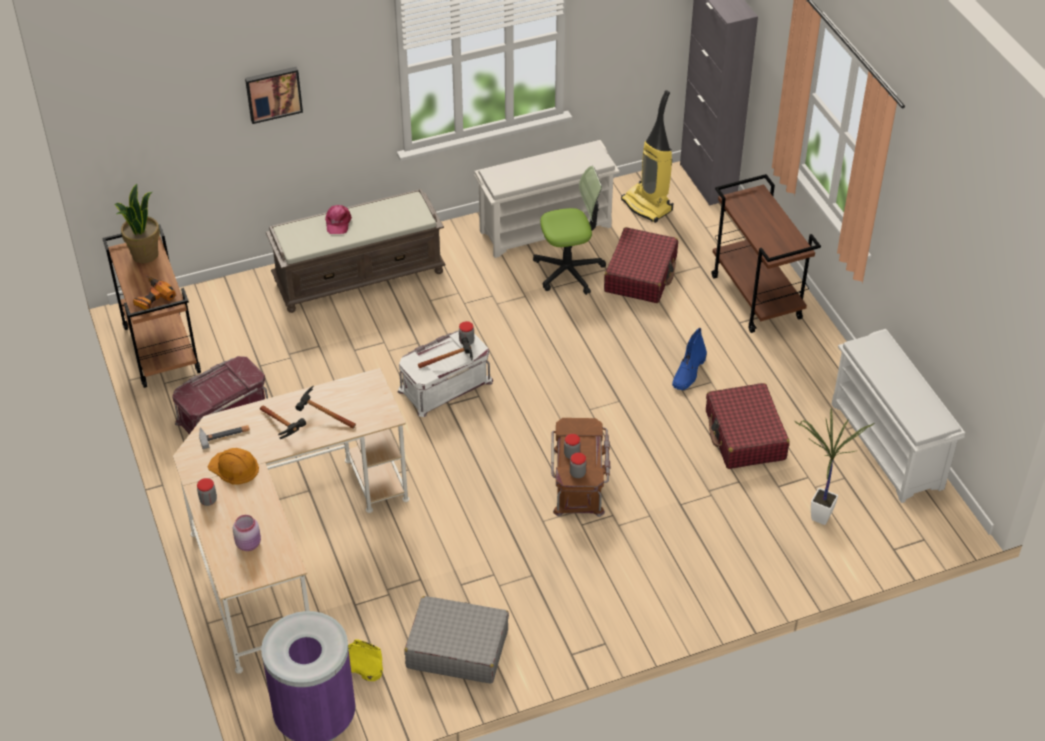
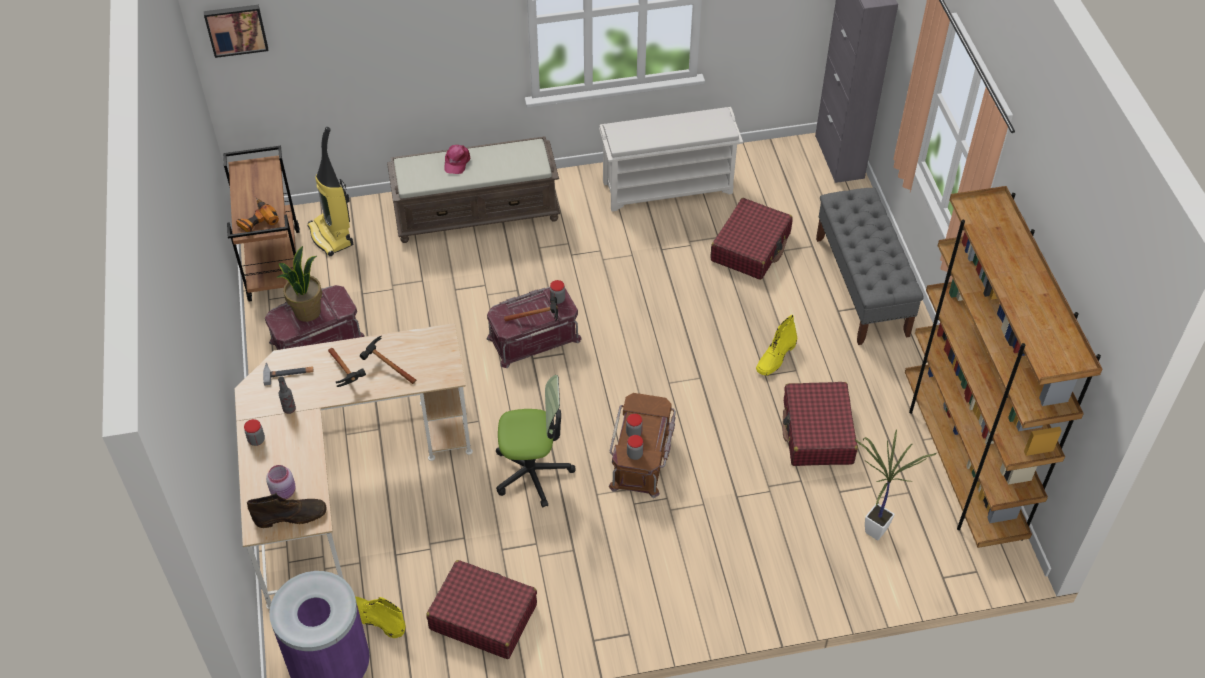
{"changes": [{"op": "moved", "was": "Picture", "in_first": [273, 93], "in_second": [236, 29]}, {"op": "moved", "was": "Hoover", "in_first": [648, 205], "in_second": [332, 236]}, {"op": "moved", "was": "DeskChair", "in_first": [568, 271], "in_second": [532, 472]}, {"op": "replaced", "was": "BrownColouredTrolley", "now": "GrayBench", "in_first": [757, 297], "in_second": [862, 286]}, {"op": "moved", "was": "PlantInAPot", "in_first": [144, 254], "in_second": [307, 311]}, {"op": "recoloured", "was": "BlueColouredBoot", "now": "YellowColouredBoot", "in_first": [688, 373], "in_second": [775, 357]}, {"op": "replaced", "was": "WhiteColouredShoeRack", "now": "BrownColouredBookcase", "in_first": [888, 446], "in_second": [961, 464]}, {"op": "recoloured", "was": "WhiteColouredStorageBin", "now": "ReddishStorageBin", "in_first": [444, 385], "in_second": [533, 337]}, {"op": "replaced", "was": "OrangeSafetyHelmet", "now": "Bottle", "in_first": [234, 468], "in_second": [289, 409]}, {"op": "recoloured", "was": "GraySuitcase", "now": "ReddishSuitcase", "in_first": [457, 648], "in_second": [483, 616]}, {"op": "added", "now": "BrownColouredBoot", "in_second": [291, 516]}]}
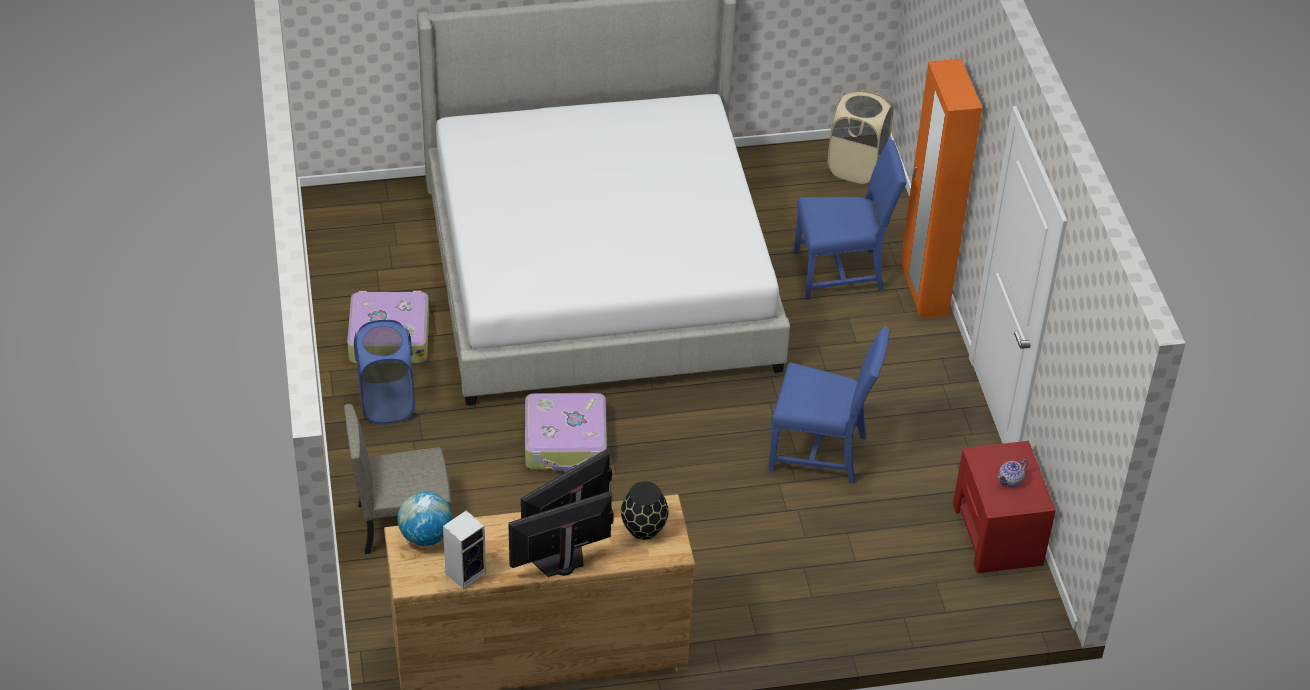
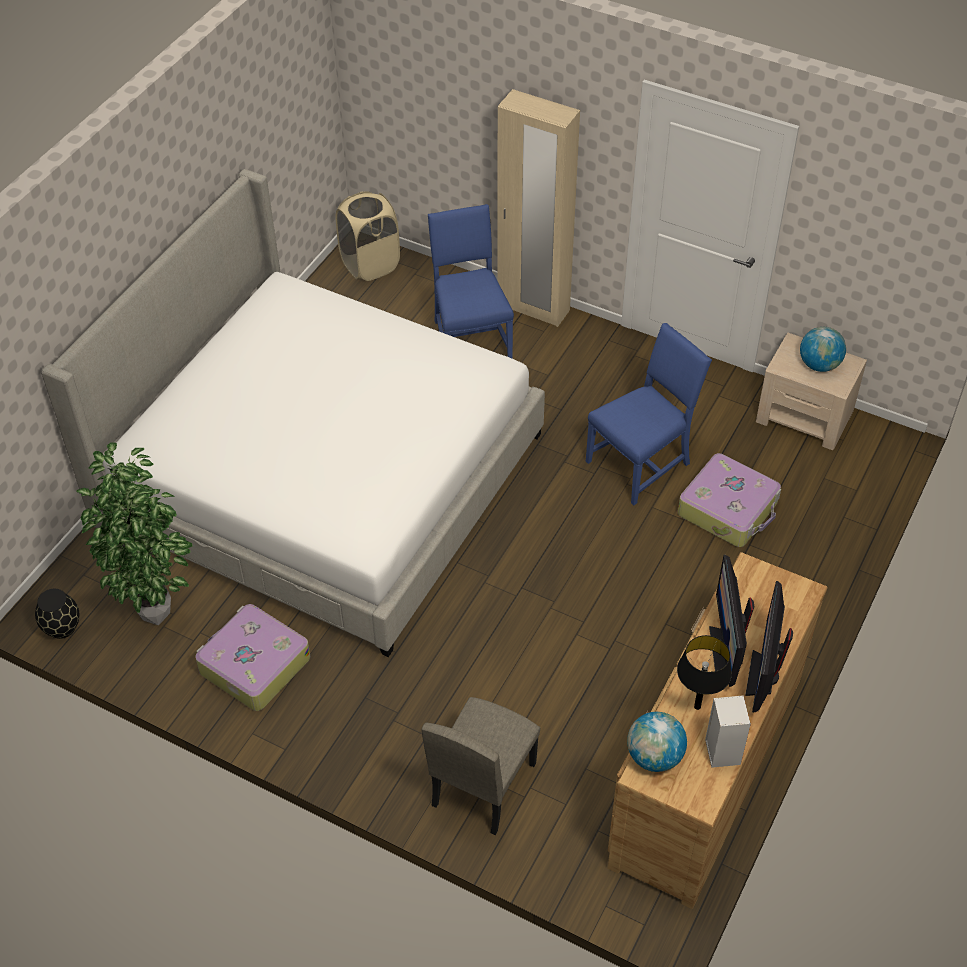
{"changes": [{"op": "recoloured", "was": "OrangeClothesCupboard", "now": "BeigeClothesCupboard", "in_first": [923, 291], "in_second": [533, 308]}, {"op": "turned", "was": "BlueColouredPlainChair", "in_first": [842, 272], "in_second": [469, 339], "clockwise": -45}, {"op": "removed", "was": "BlueColouredLaundryBasket", "in_first": [387, 403]}, {"op": "moved", "was": "Suitcase", "in_first": [566, 442], "in_second": [728, 509]}, {"op": "recoloured", "was": "ReddishNightTable", "now": "BeigeNightTable", "in_first": [997, 534], "in_second": [805, 416]}, {"op": "replaced", "was": "Teapot", "now": "WorldGlobe", "in_first": [1010, 480], "in_second": [819, 365]}, {"op": "moved", "was": "BlackishFlowerVase", "in_first": [644, 528], "in_second": [63, 627]}, {"op": "added", "now": "PlantInAPot", "in_second": [158, 610]}, {"op": "added", "now": "BlackishLampForATable", "in_second": [697, 707]}]}
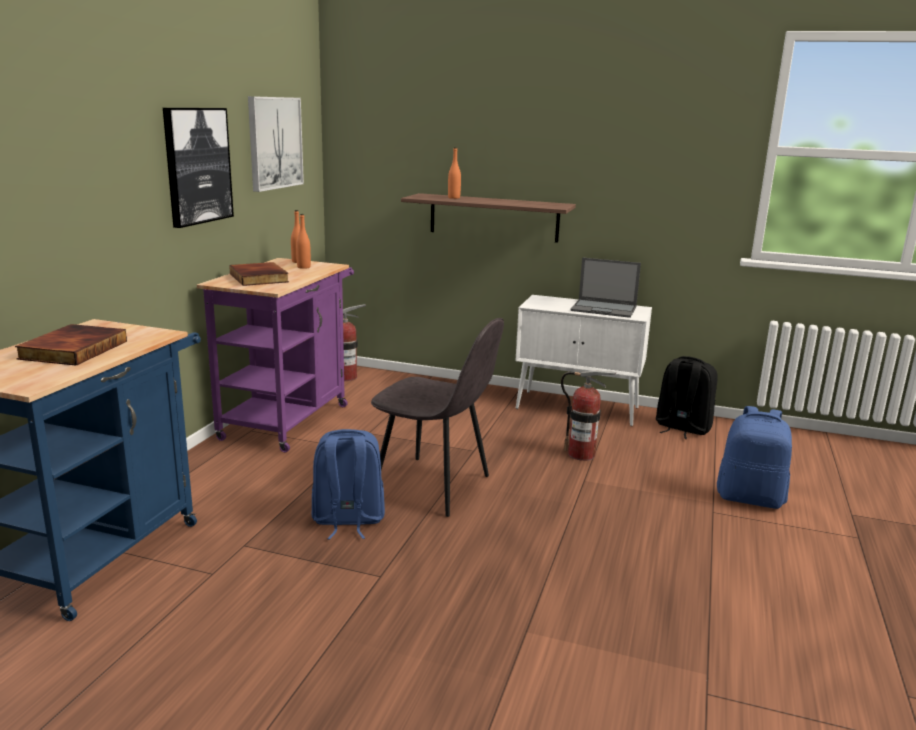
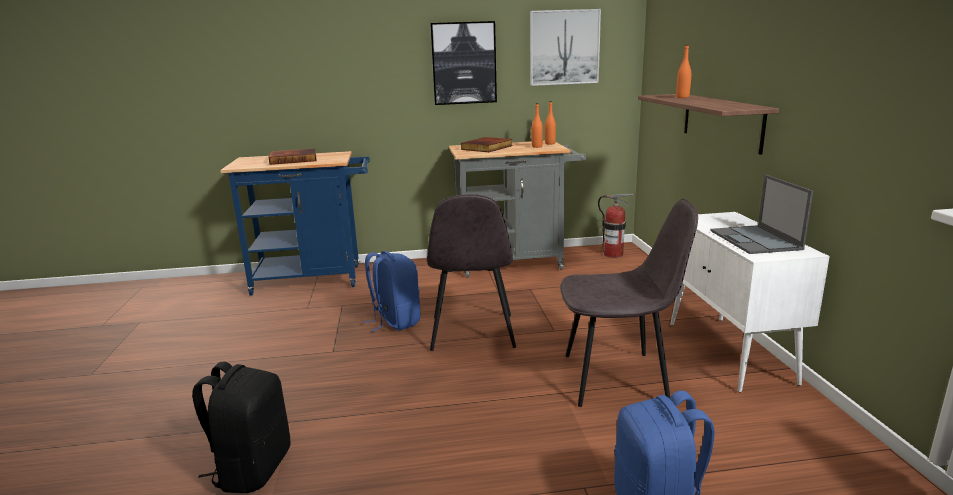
{"changes": [{"op": "recoloured", "was": "PurpleTrolley", "now": "GrayTrolley", "in_first": [289, 418], "in_second": [516, 262]}, {"op": "moved", "was": "BlackishKnapsack", "in_first": [682, 428], "in_second": [252, 469]}, {"op": "replaced", "was": "Extinguisher", "now": "GrayPlainChair", "in_first": [581, 454], "in_second": [618, 379]}]}
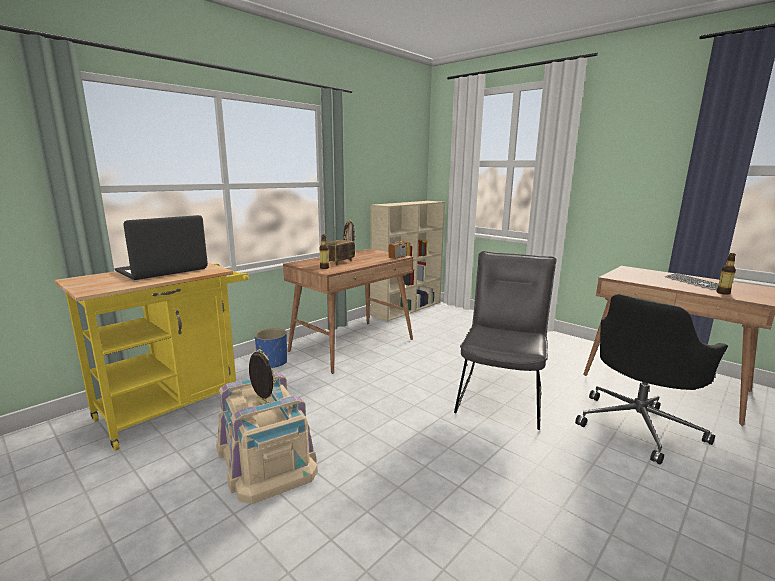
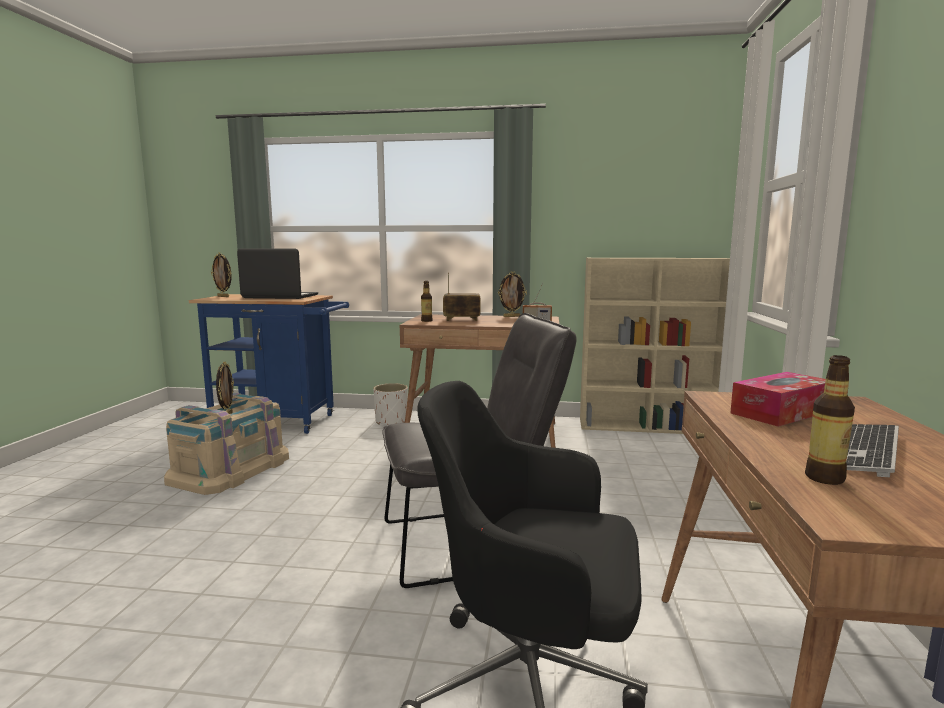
{"changes": [{"op": "recoloured", "was": "YellowColouredTrolley", "now": "BlueColouredTrolley", "in_first": [177, 406], "in_second": [281, 422]}, {"op": "recoloured", "was": "BlueColouredPlanter", "now": "WhiteColouredPlanter", "in_first": [272, 363], "in_second": [391, 421]}, {"op": "added", "now": "PictureFrame", "in_second": [223, 296]}, {"op": "added", "now": "TissueBox", "in_second": [781, 412]}]}
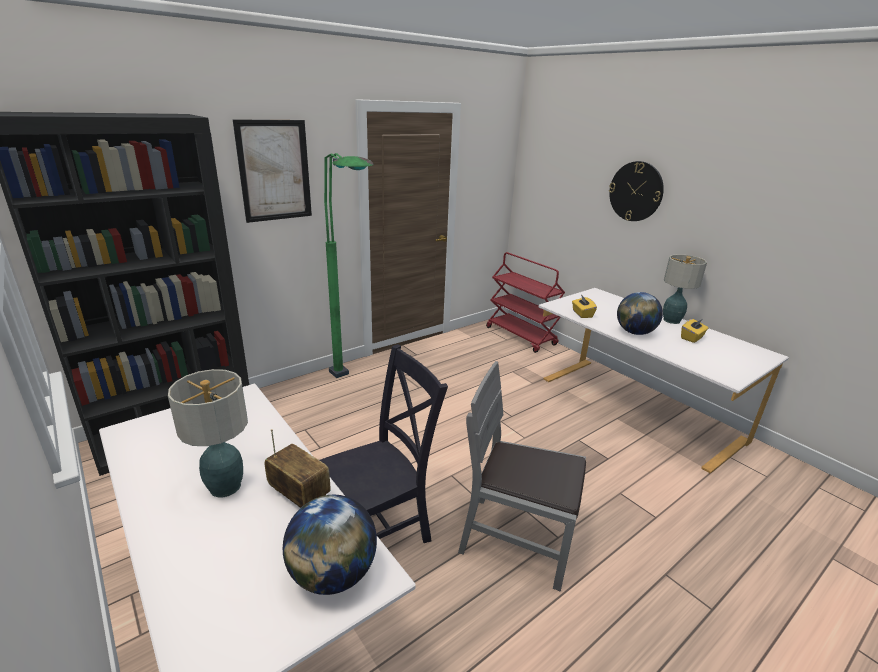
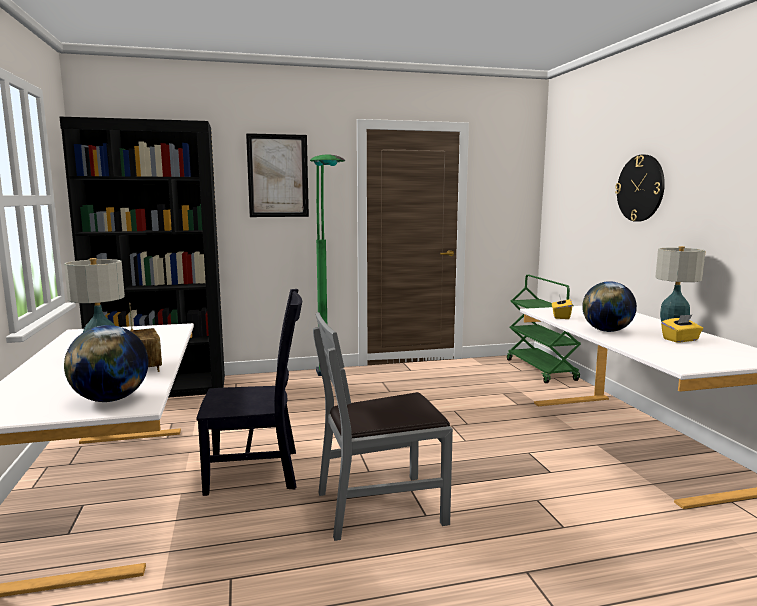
{"changes": [{"op": "recoloured", "was": "ReddishTrolley", "now": "GreenishTrolley", "in_first": [521, 336], "in_second": [541, 370]}, {"op": "turned", "was": "GrayPlainChair", "in_first": [517, 539], "in_second": [380, 506], "clockwise": -60}]}
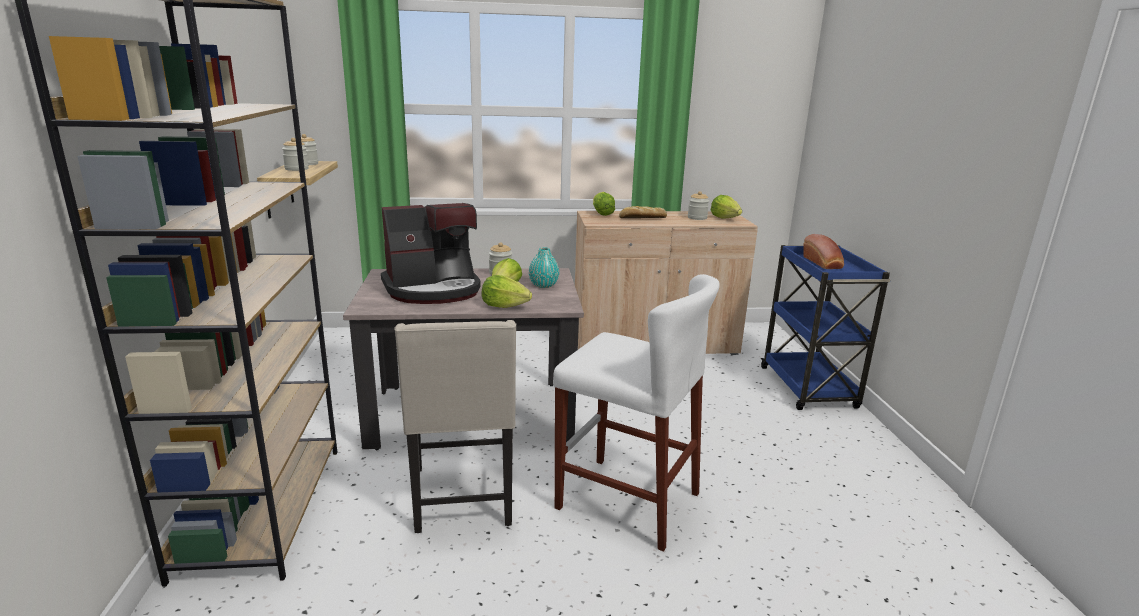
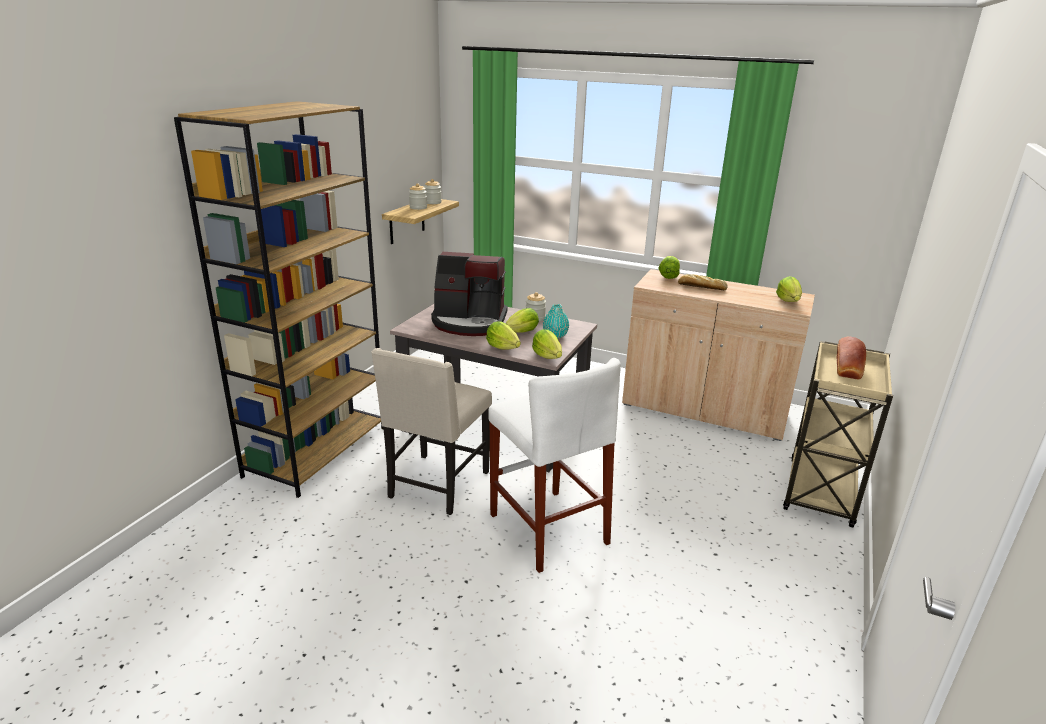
{"changes": [{"op": "removed", "was": "StorageJar", "in_first": [697, 218]}, {"op": "recoloured", "was": "BlueColouredTrolley", "now": "BeigeTrolley", "in_first": [808, 388], "in_second": [820, 493]}, {"op": "added", "now": "Lettuce", "in_second": [547, 356]}]}
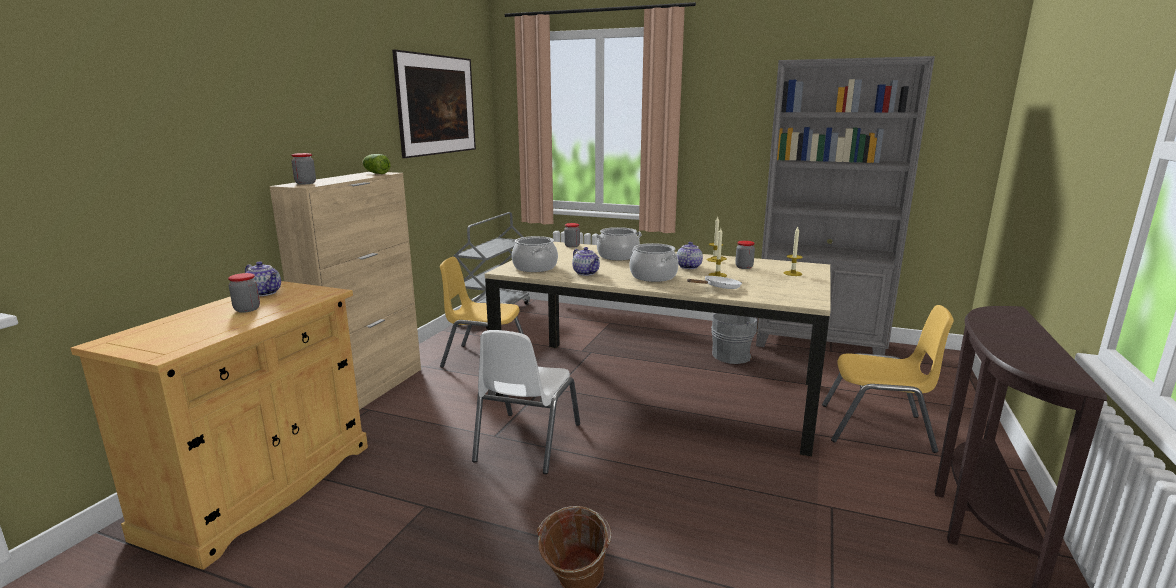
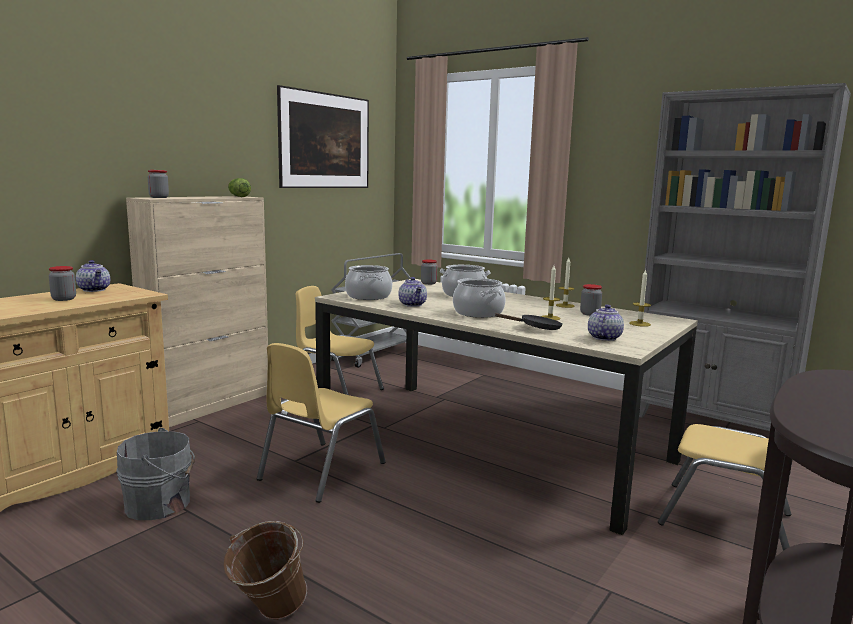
{"changes": [{"op": "moved", "was": "Teapot", "in_first": [688, 267], "in_second": [603, 338]}, {"op": "recoloured", "was": "WhiteColouredSkillet", "now": "BlackishSkillet", "in_first": [719, 288], "in_second": [536, 328]}, {"op": "moved", "was": "GrayPail", "in_first": [733, 355], "in_second": [161, 504]}, {"op": "recoloured", "was": "WhiteColouredPlainChair", "now": "YellowColouredPlainChair", "in_first": [526, 442], "in_second": [321, 471]}]}
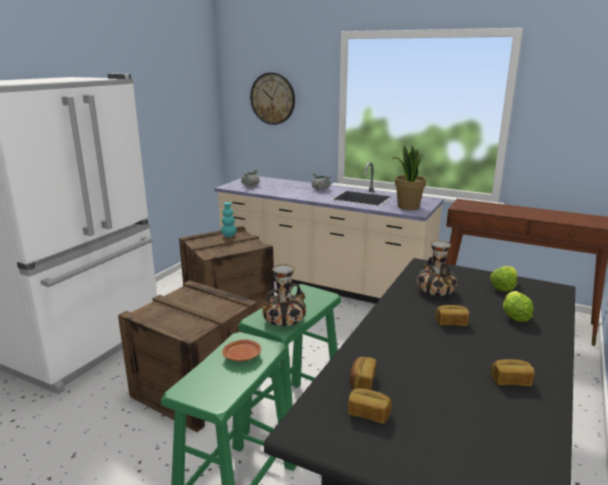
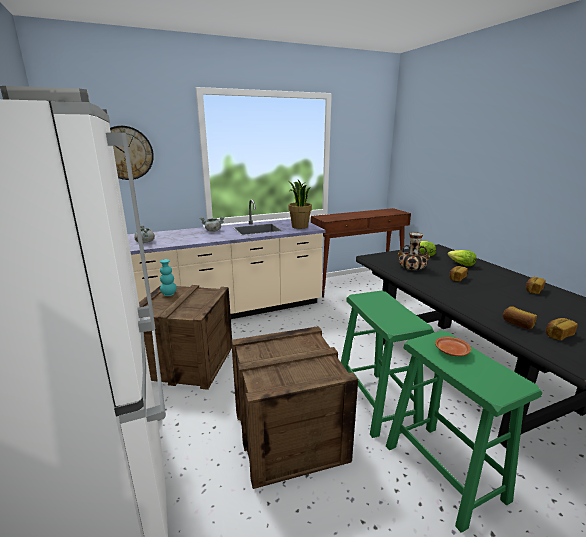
{"changes": [{"op": "removed", "was": "FlowerVase", "in_first": [283, 320]}]}
